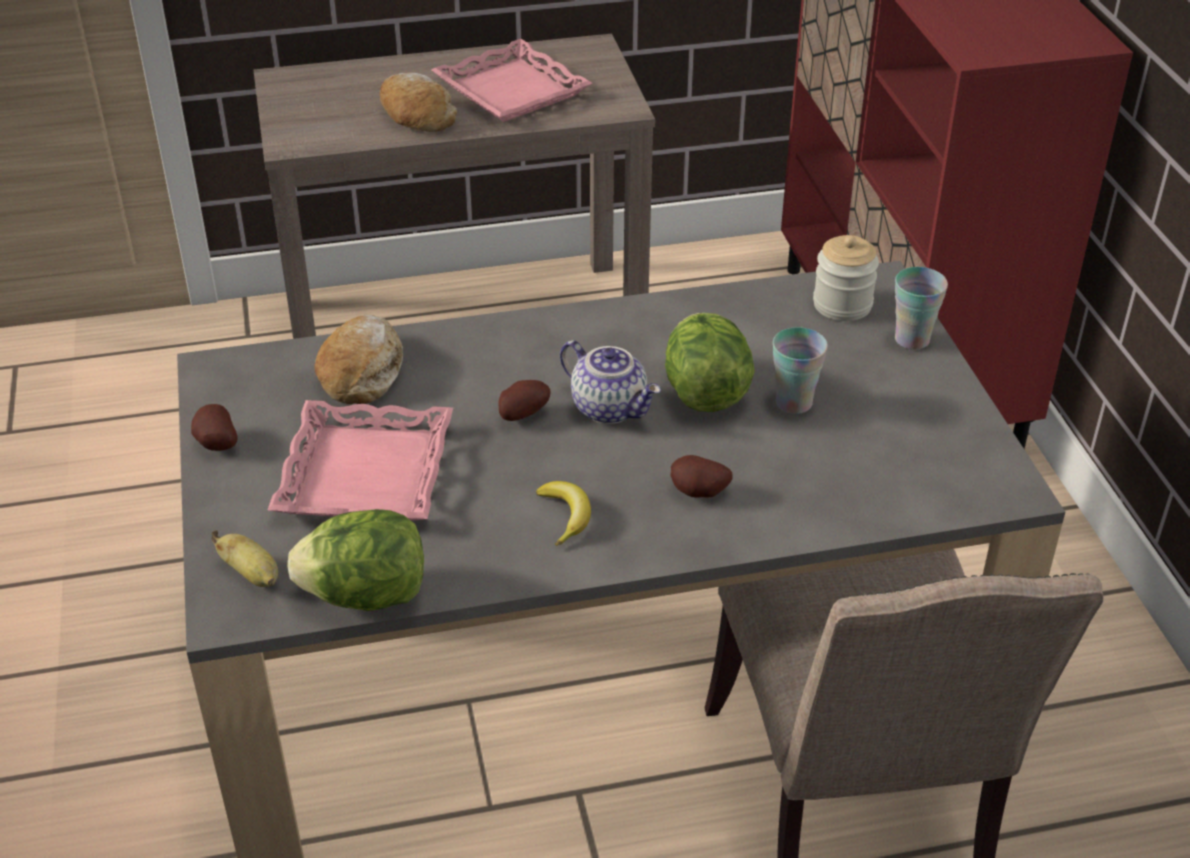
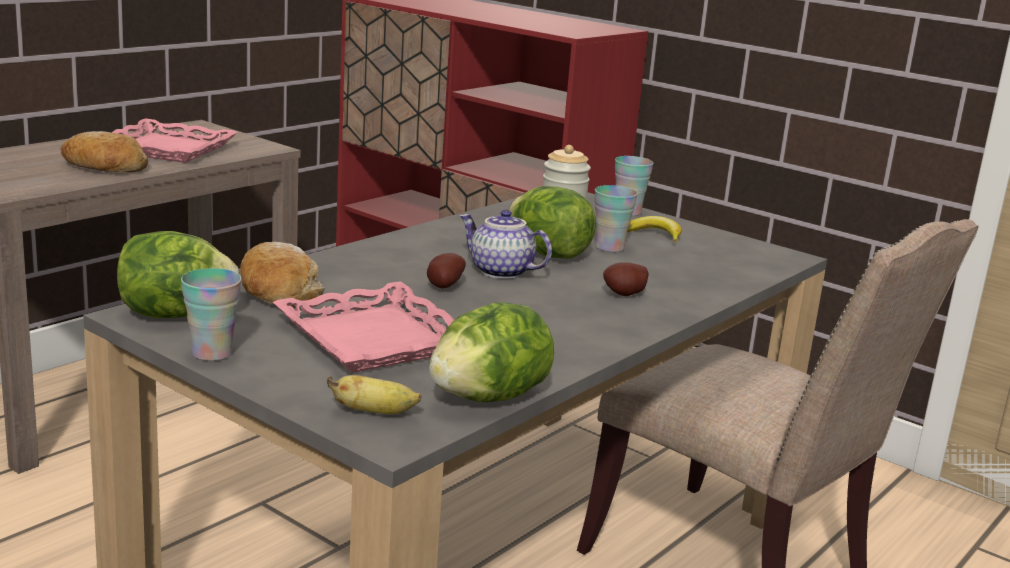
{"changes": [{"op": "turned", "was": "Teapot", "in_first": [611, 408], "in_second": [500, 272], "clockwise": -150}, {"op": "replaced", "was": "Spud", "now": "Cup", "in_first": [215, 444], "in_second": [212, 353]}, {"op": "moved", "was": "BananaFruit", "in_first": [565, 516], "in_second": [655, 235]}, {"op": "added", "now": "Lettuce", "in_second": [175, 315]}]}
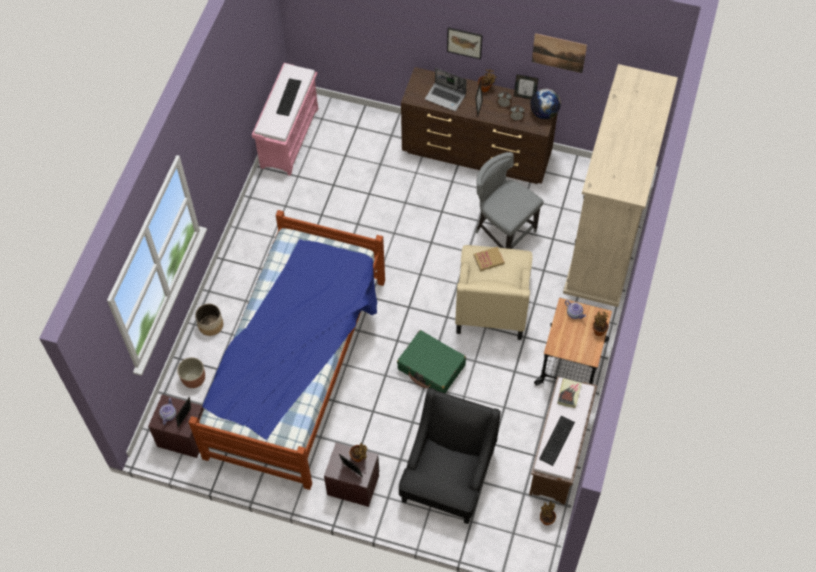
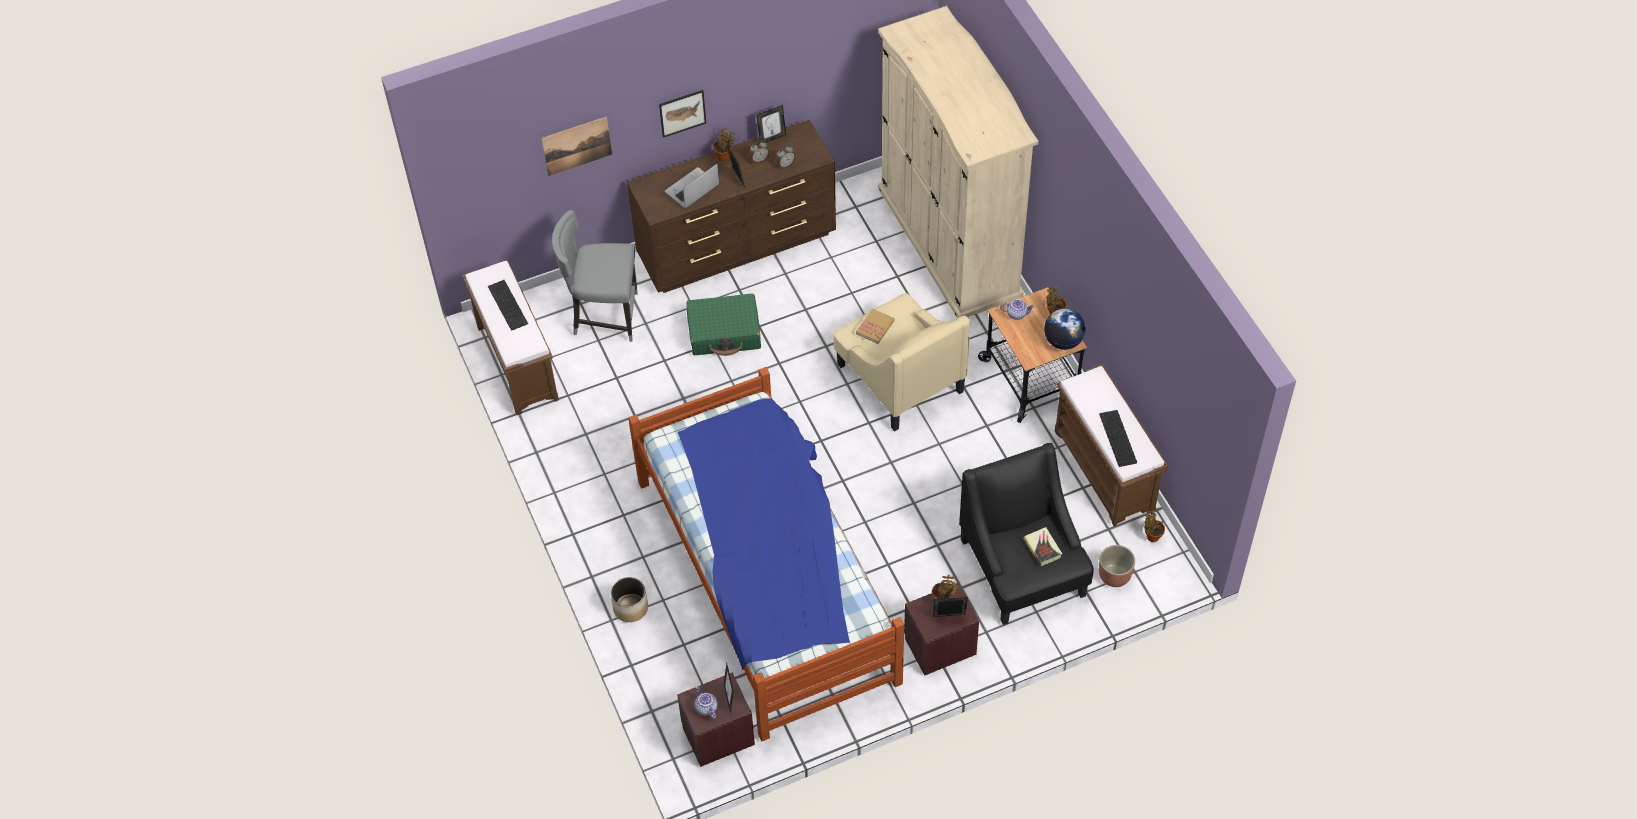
{"changes": [{"op": "moved", "was": "Picture", "in_first": [559, 53], "in_second": [577, 146]}, {"op": "recoloured", "was": "PinkColouredBench", "now": "BrownColouredBench", "in_first": [289, 137], "in_second": [516, 362]}, {"op": "turned", "was": "PortableComputer", "in_first": [446, 97], "in_second": [692, 190], "clockwise": 150}, {"op": "moved", "was": "WorldGlobe", "in_first": [544, 113], "in_second": [1063, 341]}, {"op": "moved", "was": "GrayPlainChair", "in_first": [503, 232], "in_second": [604, 316]}, {"op": "moved", "was": "GreenishSuitcase", "in_first": [431, 367], "in_second": [724, 332]}, {"op": "moved", "was": "Planter", "in_first": [193, 379], "in_second": [1114, 576]}, {"op": "moved", "was": "Book", "in_first": [569, 394], "in_second": [1042, 548]}]}
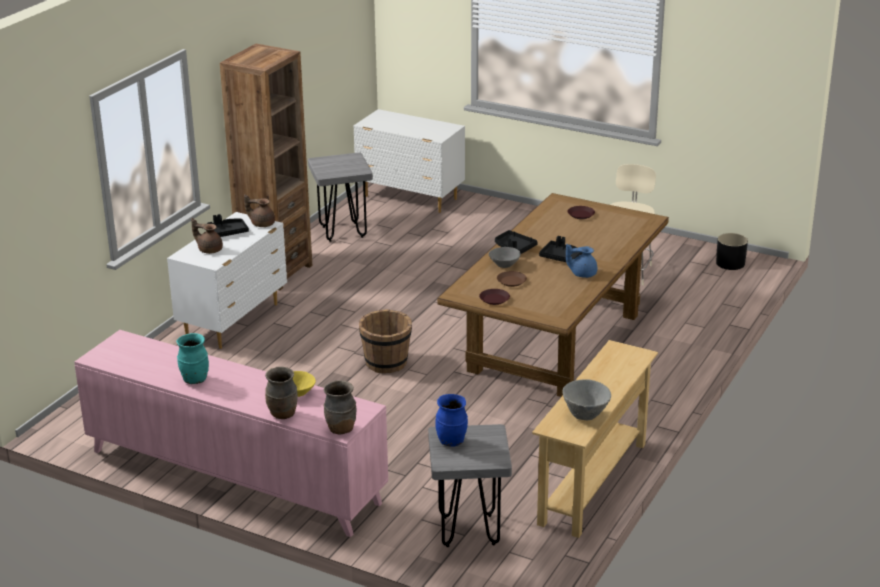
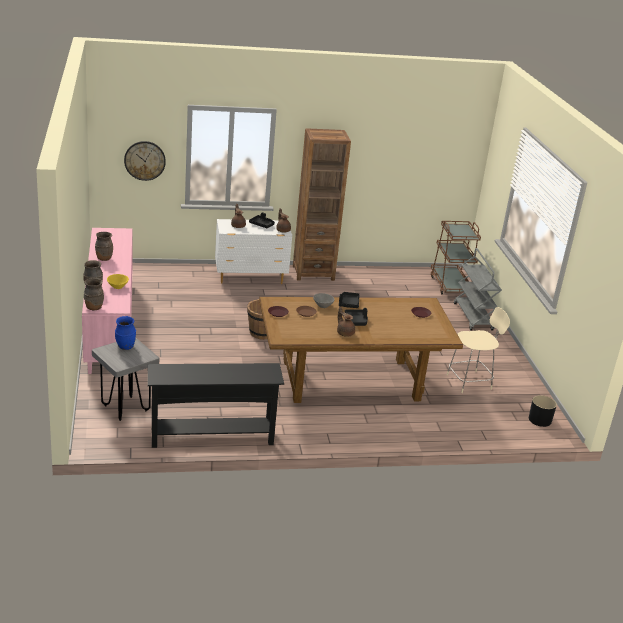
{"changes": [{"op": "replaced", "was": "WhiteColouredDresser", "now": "BrownColouredTrolley", "in_first": [411, 198], "in_second": [450, 285]}, {"op": "removed", "was": "GrayStool", "in_first": [342, 232]}, {"op": "recoloured", "was": "BlueColouredTeapot", "now": "BrownColouredTeapot", "in_first": [582, 274], "in_second": [345, 333]}, {"op": "recoloured", "was": "TurquoiseColouredFlowerVase", "now": "BrownColouredFlowerVase", "in_first": [194, 379], "in_second": [104, 258]}, {"op": "recoloured", "was": "BeigeConsoleTable", "now": "BlackishConsoleTable", "in_first": [593, 483], "in_second": [212, 437]}, {"op": "removed", "was": "GrayBowl", "in_first": [585, 415]}, {"op": "added", "now": "ClockOnTheWall", "in_second": [144, 160]}, {"op": "added", "now": "GrayTrolley", "in_second": [473, 317]}]}
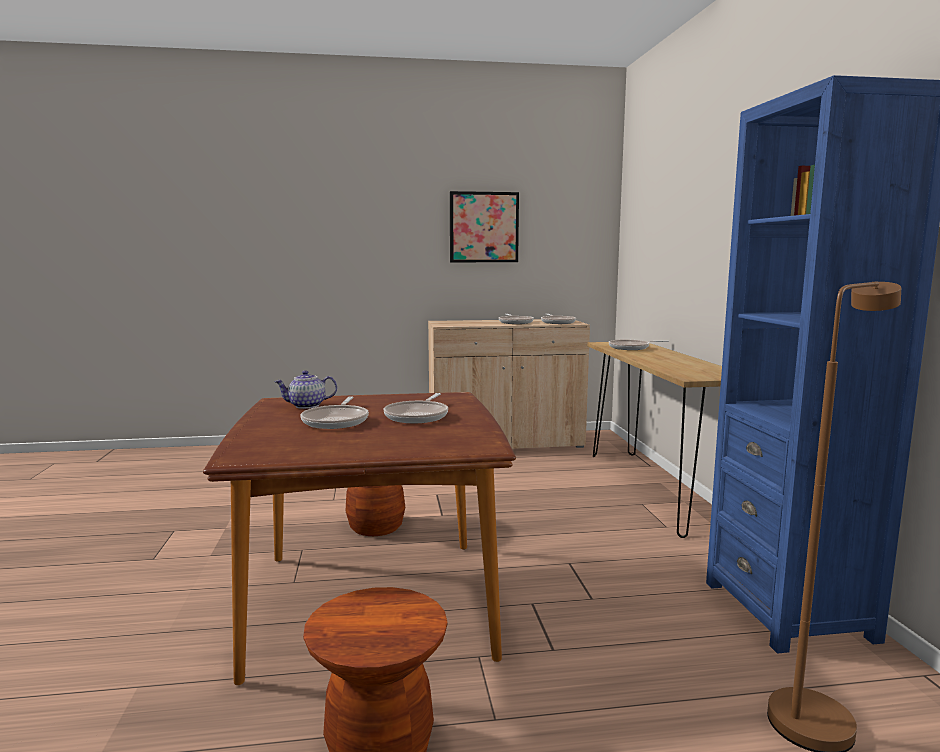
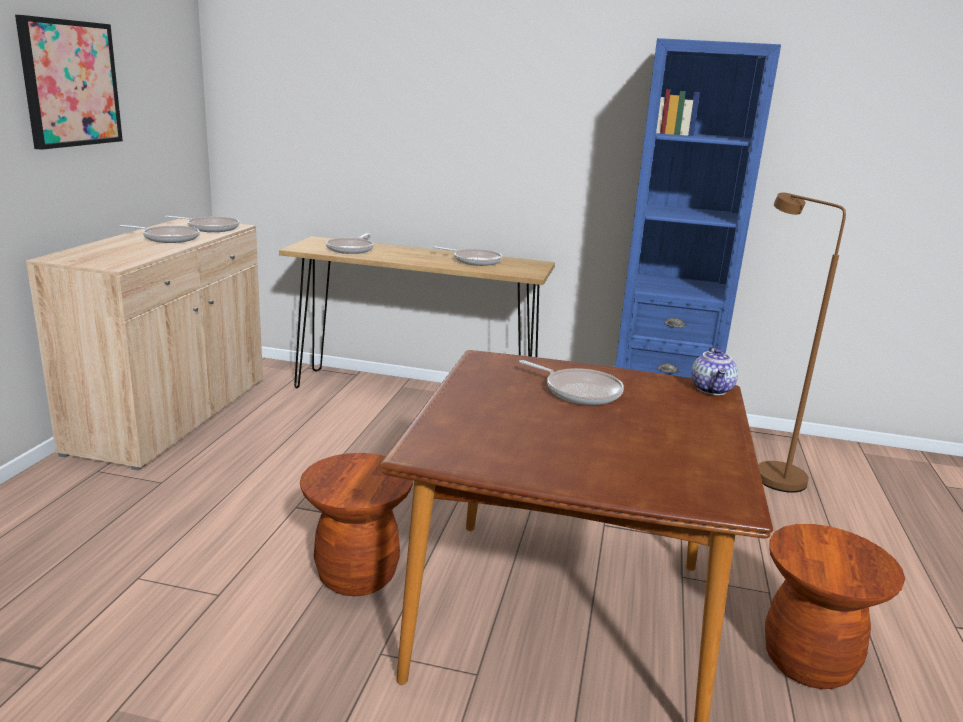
{"changes": [{"op": "moved", "was": "Teapot", "in_first": [306, 406], "in_second": [712, 390]}, {"op": "moved", "was": "Skillet", "in_first": [337, 421], "in_second": [474, 261]}]}
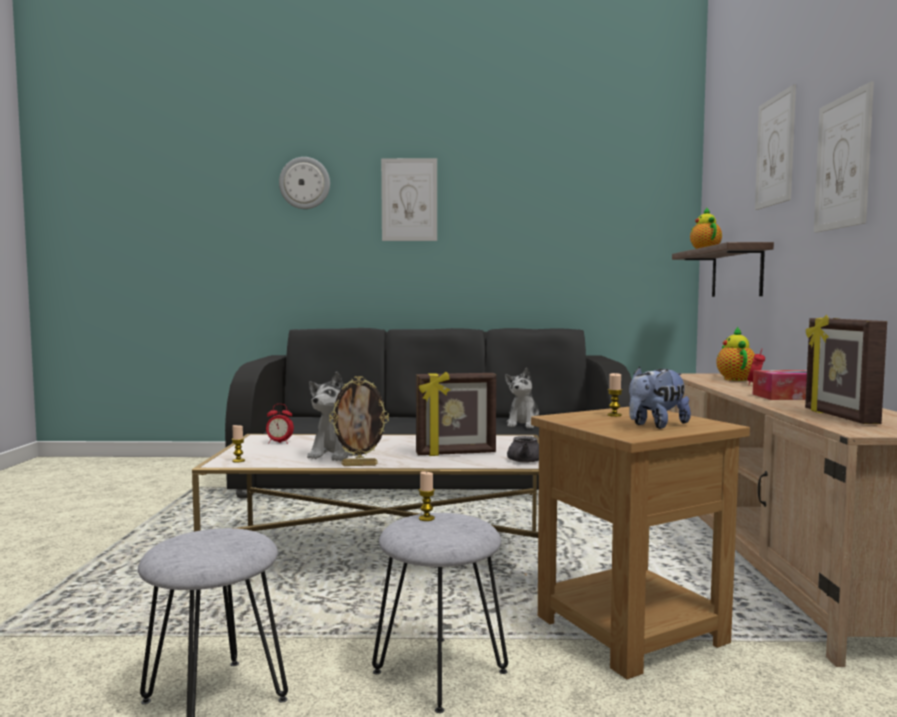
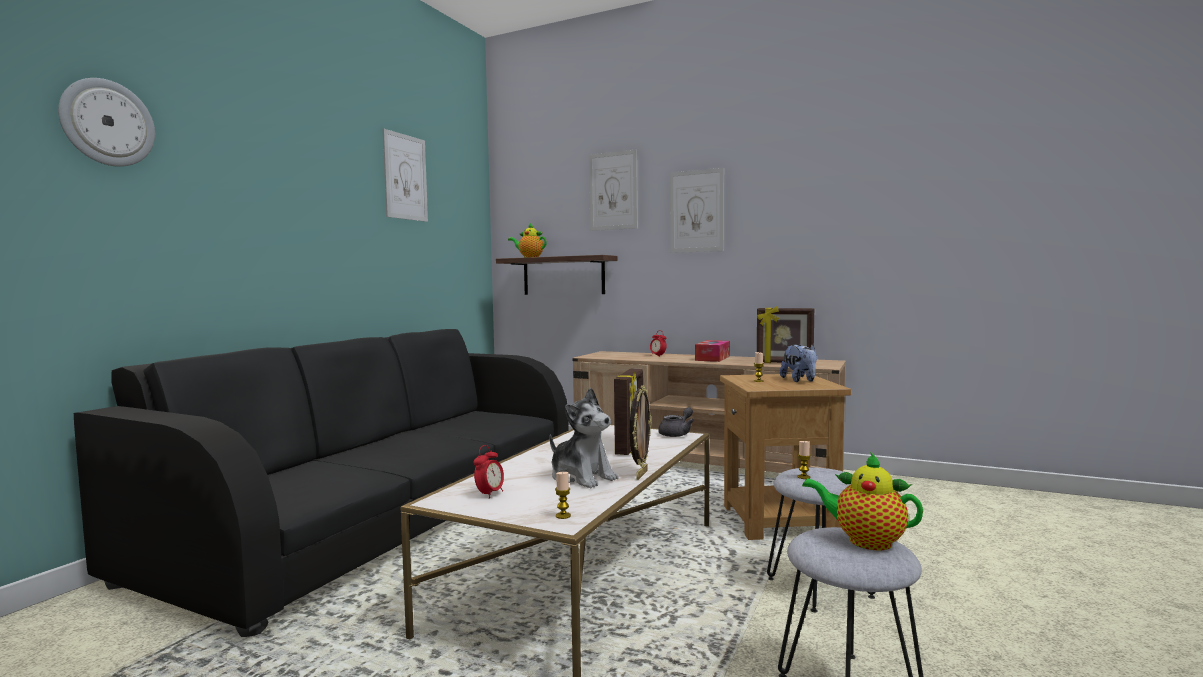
{"changes": [{"op": "moved", "was": "Picture", "in_first": [409, 200], "in_second": [405, 177]}, {"op": "moved", "was": "Teapot", "in_first": [734, 379], "in_second": [864, 541]}, {"op": "removed", "was": "SoftToy", "in_first": [524, 424]}]}
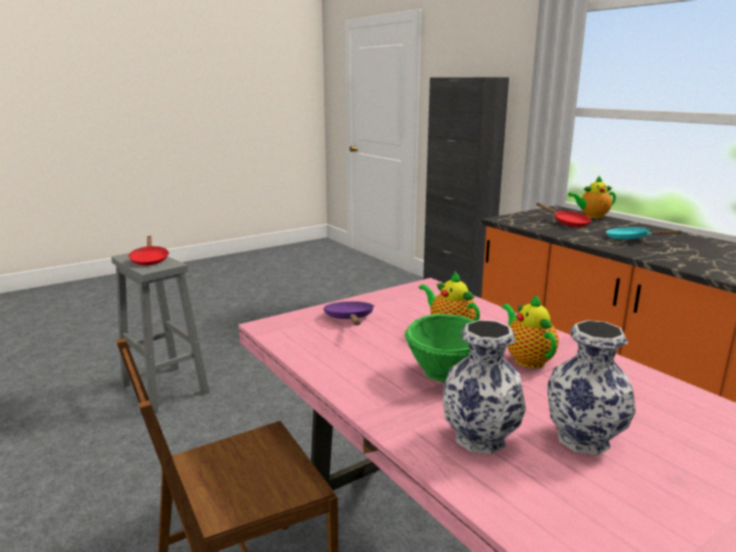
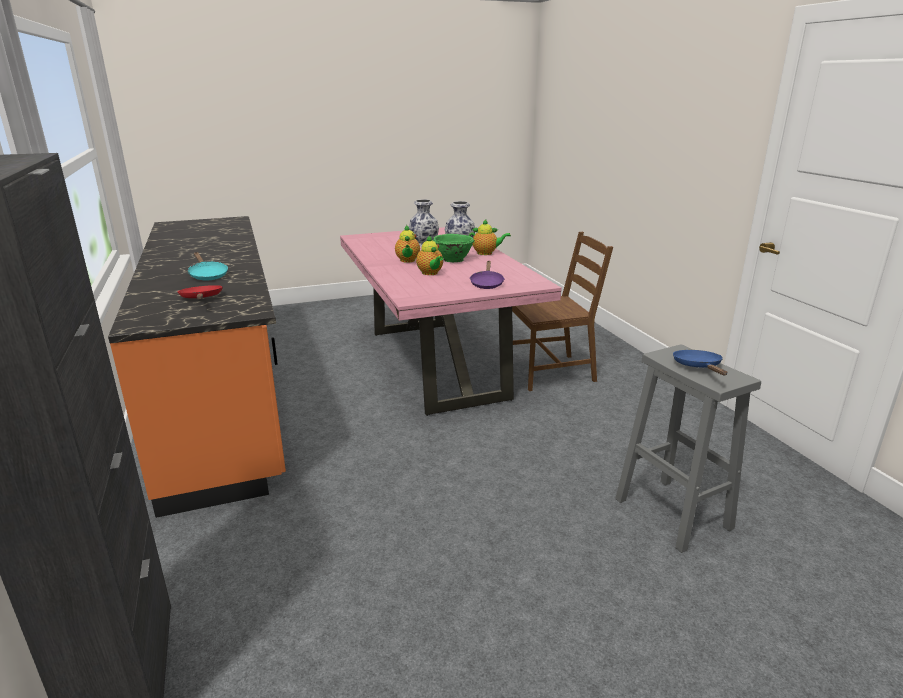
{"changes": [{"op": "moved", "was": "Teapot", "in_first": [591, 216], "in_second": [486, 253]}, {"op": "recoloured", "was": "ReddishSkillet", "now": "BlueColouredSkillet", "in_first": [149, 260], "in_second": [698, 367]}]}
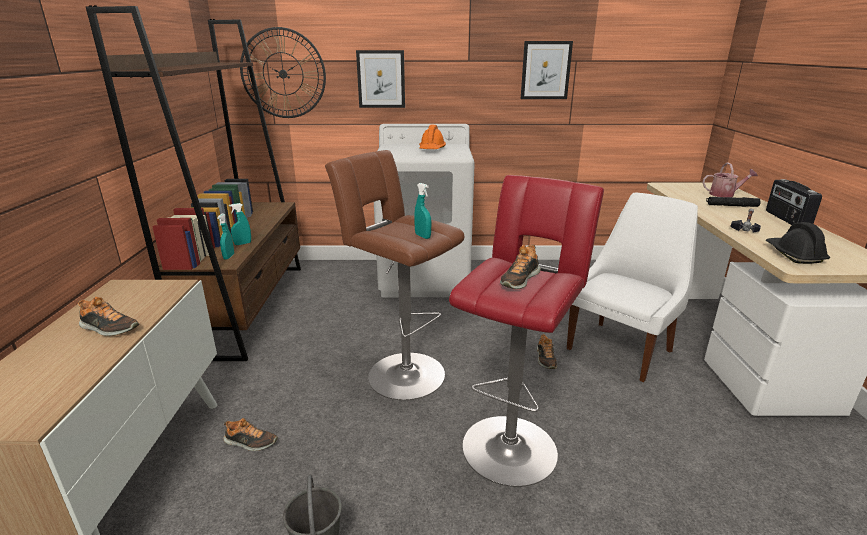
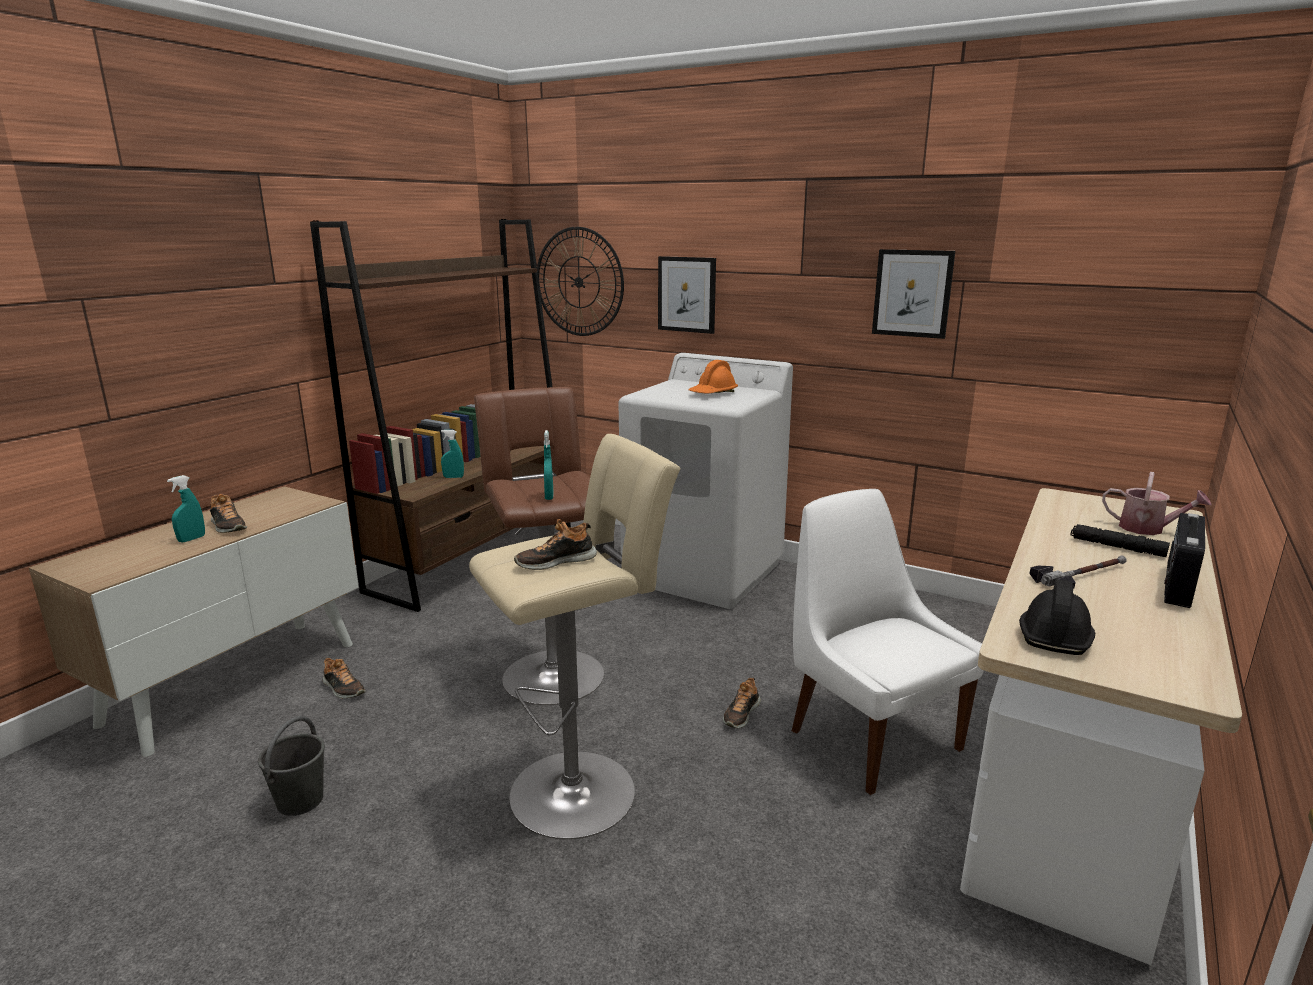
{"changes": [{"op": "recoloured", "was": "ReddishStool", "now": "BeigeStool", "in_first": [511, 443], "in_second": [581, 789]}, {"op": "turned", "was": "WhiteColouredPlainChair", "in_first": [621, 348], "in_second": [870, 737], "clockwise": -105}, {"op": "moved", "was": "TurquoiseColouredSprayBottle", "in_first": [229, 257], "in_second": [191, 539]}]}
